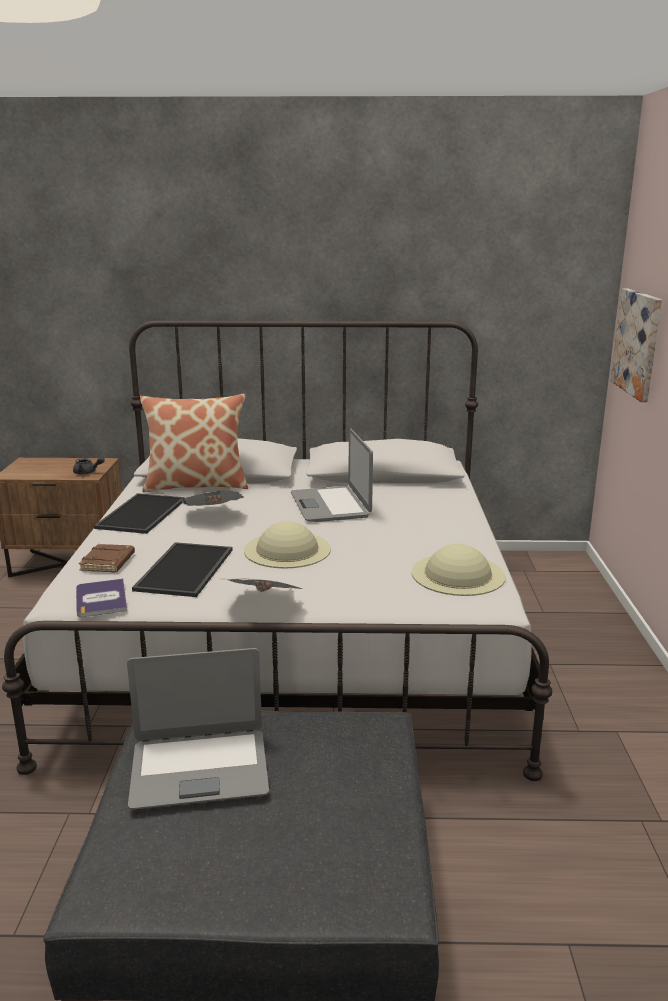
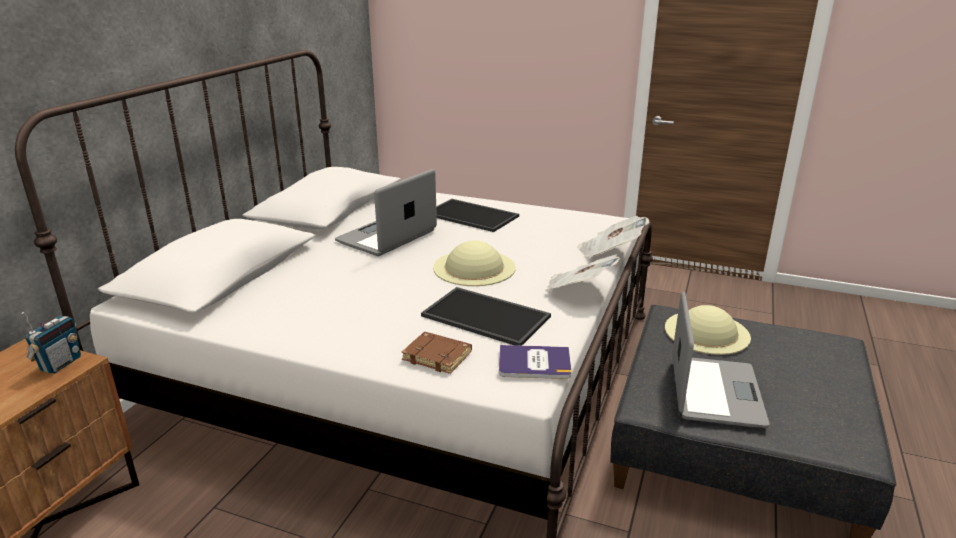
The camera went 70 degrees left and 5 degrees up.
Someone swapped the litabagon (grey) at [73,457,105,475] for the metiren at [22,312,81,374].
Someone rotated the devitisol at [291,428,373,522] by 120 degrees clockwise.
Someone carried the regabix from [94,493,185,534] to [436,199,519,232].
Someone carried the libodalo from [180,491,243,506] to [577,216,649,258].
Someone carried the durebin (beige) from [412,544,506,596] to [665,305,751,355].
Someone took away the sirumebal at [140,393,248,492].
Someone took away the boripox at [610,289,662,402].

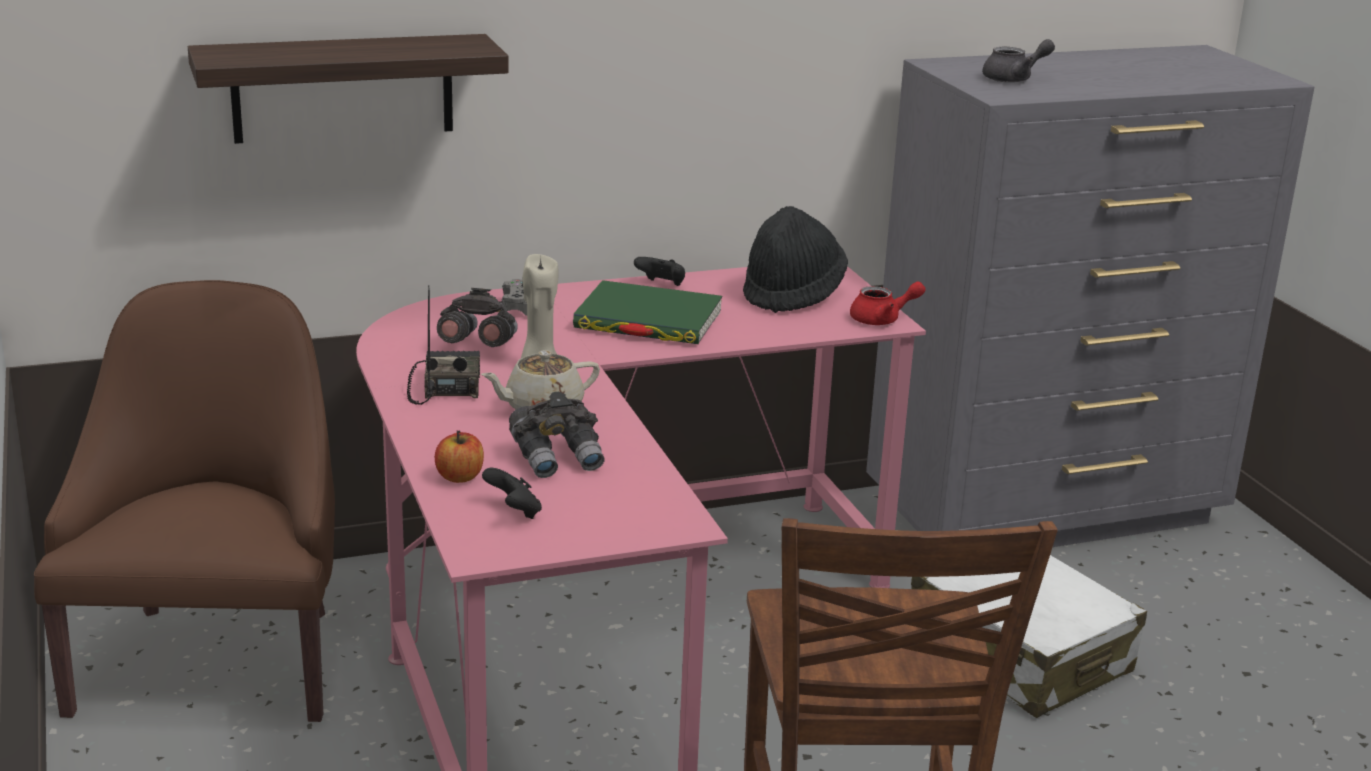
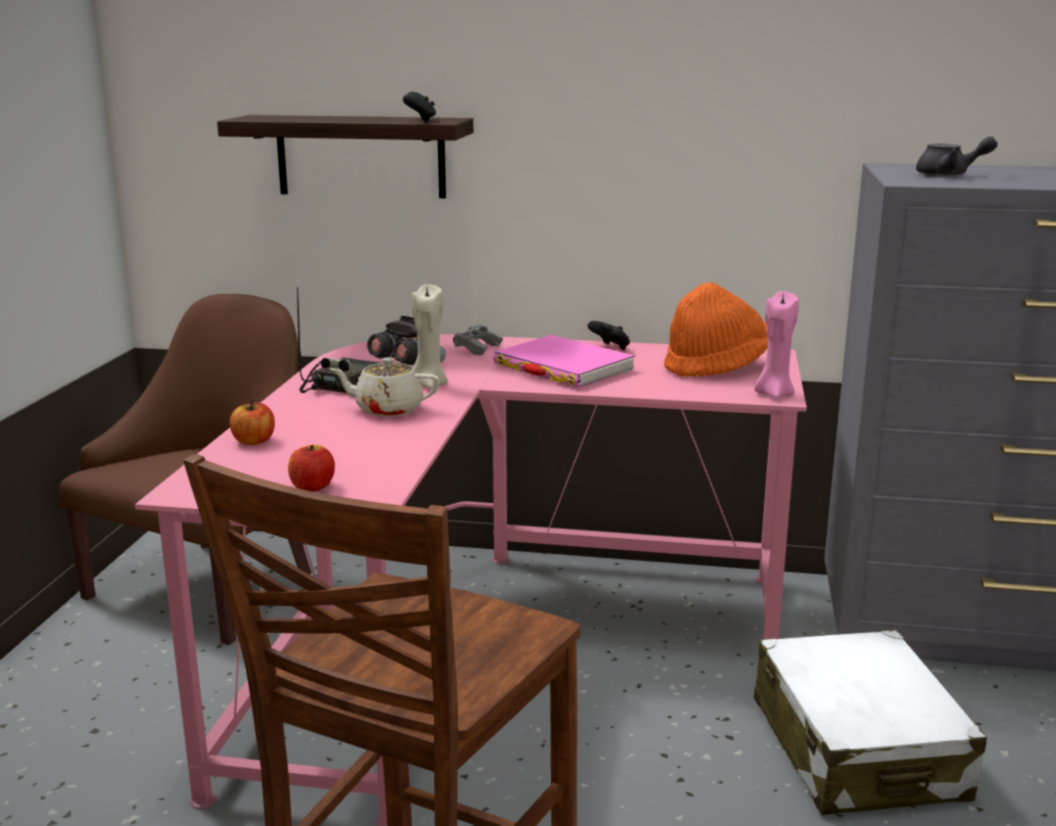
The camera went 30 degrees right and 5 degrees down.
Someone put down the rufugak at [288,445,335,492].
Someone carried the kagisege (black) from [482,468,542,519] to [403,92,436,122].
Someone repainted the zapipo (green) at [573,280,722,344], which became the zapipo (pink) at [493,335,635,387].
Someone repainted the durebin (black) at [743,206,848,313], which became the durebin (orange) at [664,282,768,377].
Someone swapped the litabagon (red) at [850,281,926,325] for the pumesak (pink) at [754,291,799,398].
Someone took away the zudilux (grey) at [509,391,605,478].

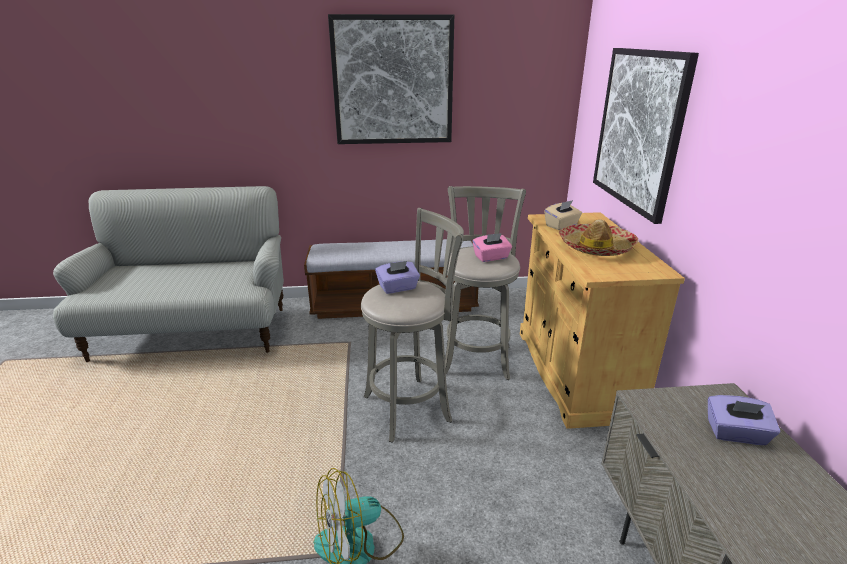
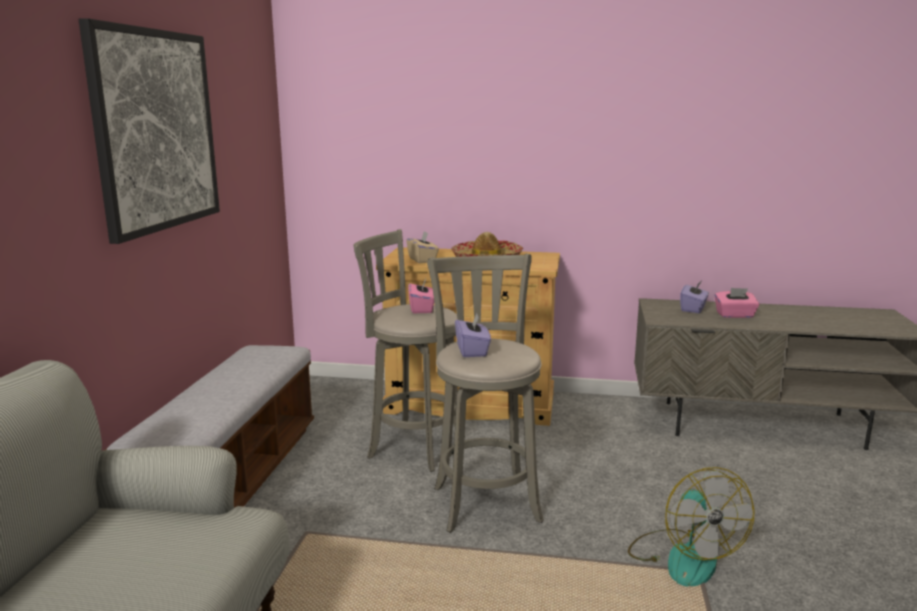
The camera went 75 degrees left and 10 degrees down.
Someone put down the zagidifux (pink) at [715,288,759,318].
Someone took away the boripox at [593,48,699,224].

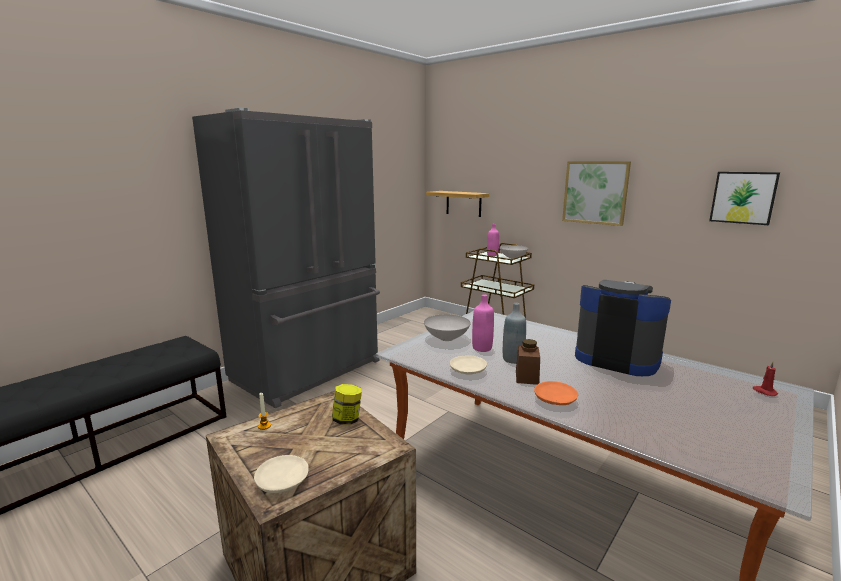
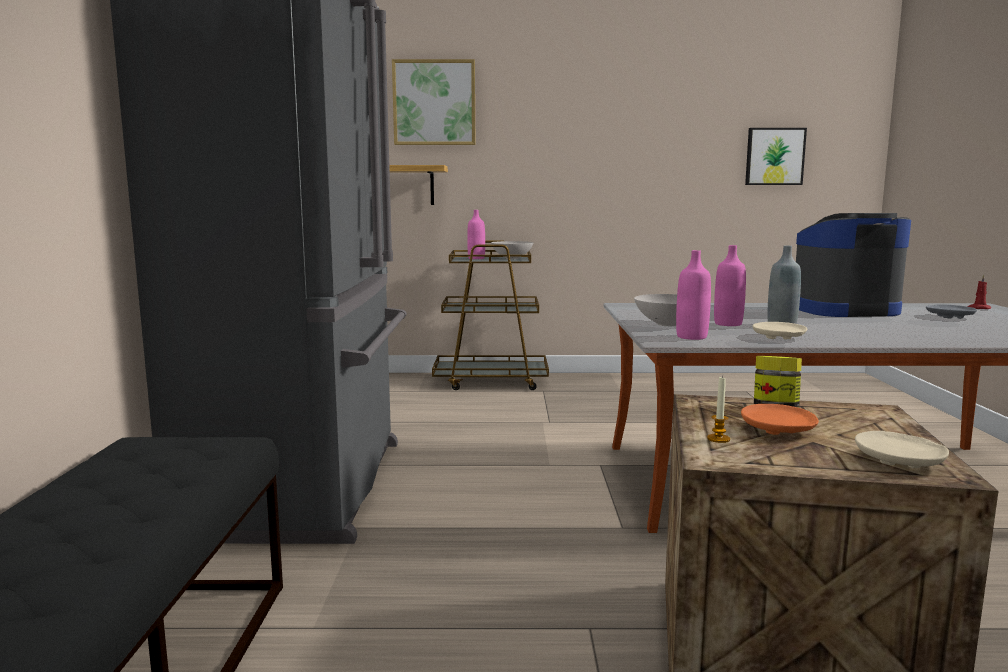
The camera went 40 degrees left and 5 degrees down.
Someone carried the boripox from [562,161,631,226] to [392,59,475,145].
Someone put down the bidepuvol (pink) at [676,250,711,340].
Someone carried the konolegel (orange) from [534,381,578,405] to [741,404,819,435].
Someone put down the konolegel (grey) at [926,304,977,319].
Someone took away the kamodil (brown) at [516,339,540,385].

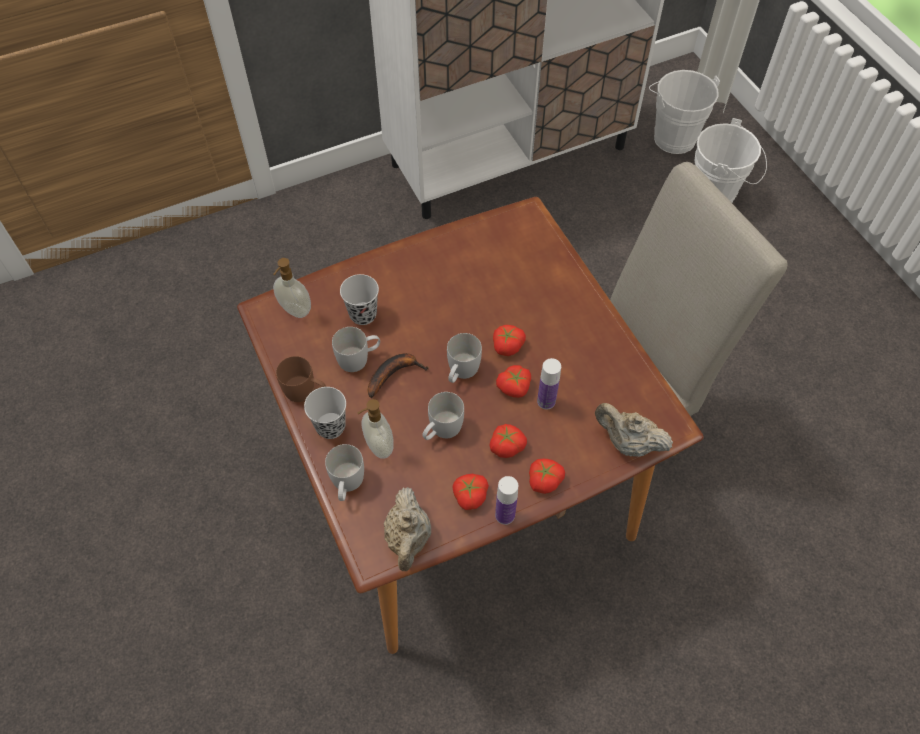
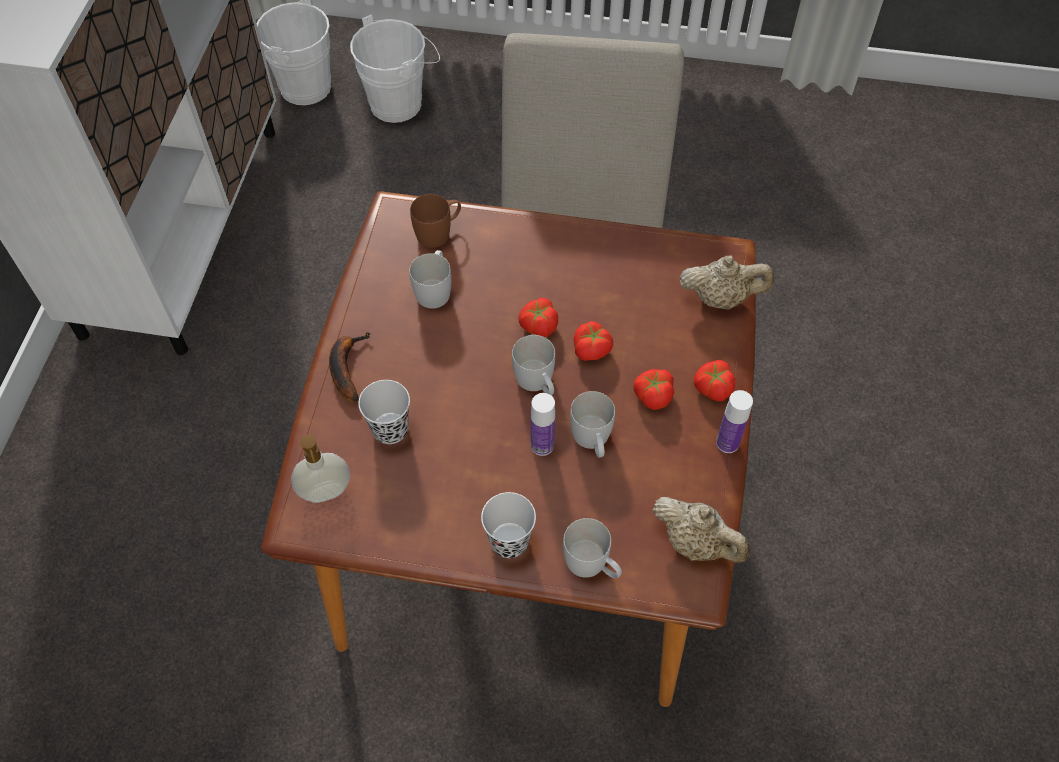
The camera went 55 degrees left and 0 degrees up.
Someone carried the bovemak from [368,353,429,398] to [329,332,370,402].
Someone carried the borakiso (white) from [332,327,380,372] to [409,250,451,309].
Someone carried the borakiso (brown) from [276,356,326,402] to [410,194,461,248].
Someone carried the bidepuvol from [537,358,561,410] to [531,393,555,456].
Someone rotated the litabagon (beige) at [595,403,673,457] by 150 degrees counterclockwise.
Someone took away the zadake at [357,399,394,459].
Someone took away the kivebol at [452,474,489,510].

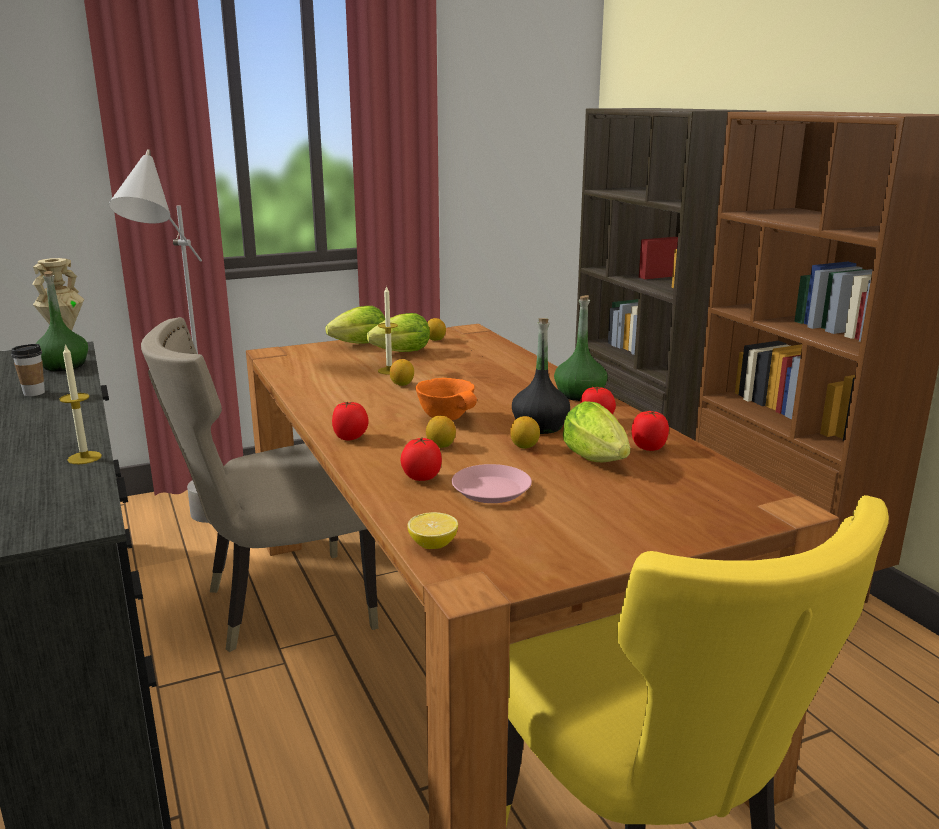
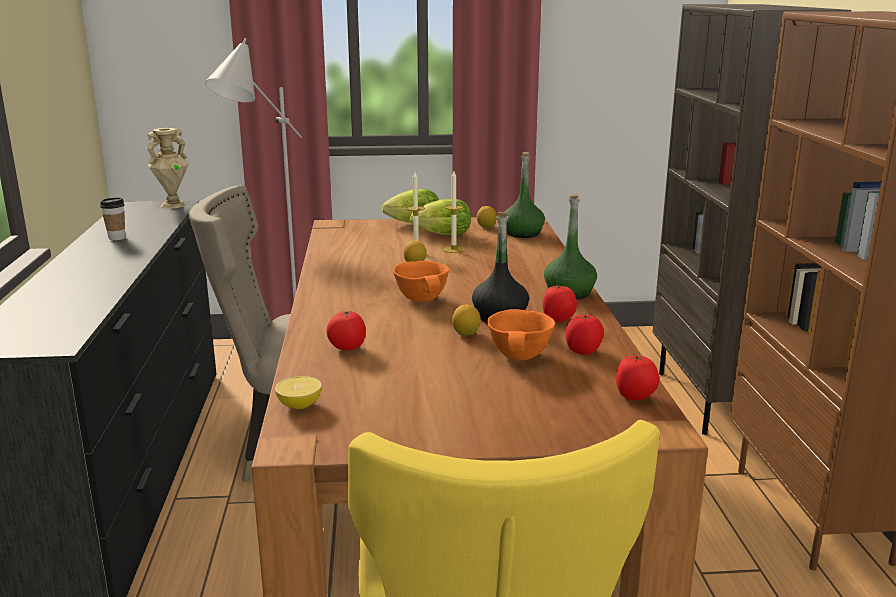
The camera went 20 degrees right and 0 degrees up.
Someone carried the pumesak from [59,344,102,464] to [443,171,464,253].
Someone swapped the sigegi at [563,401,630,462] for the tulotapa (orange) at [487,309,555,360].
Someone carried the bidepuvol (green) from [36,271,88,371] to [504,152,545,238].
Someone carried the kivebol from [332,402,369,440] to [616,354,659,400].
Someone took away the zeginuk at [426,416,456,448].
Someone took away the konolegel (pink) at [452,464,532,503].

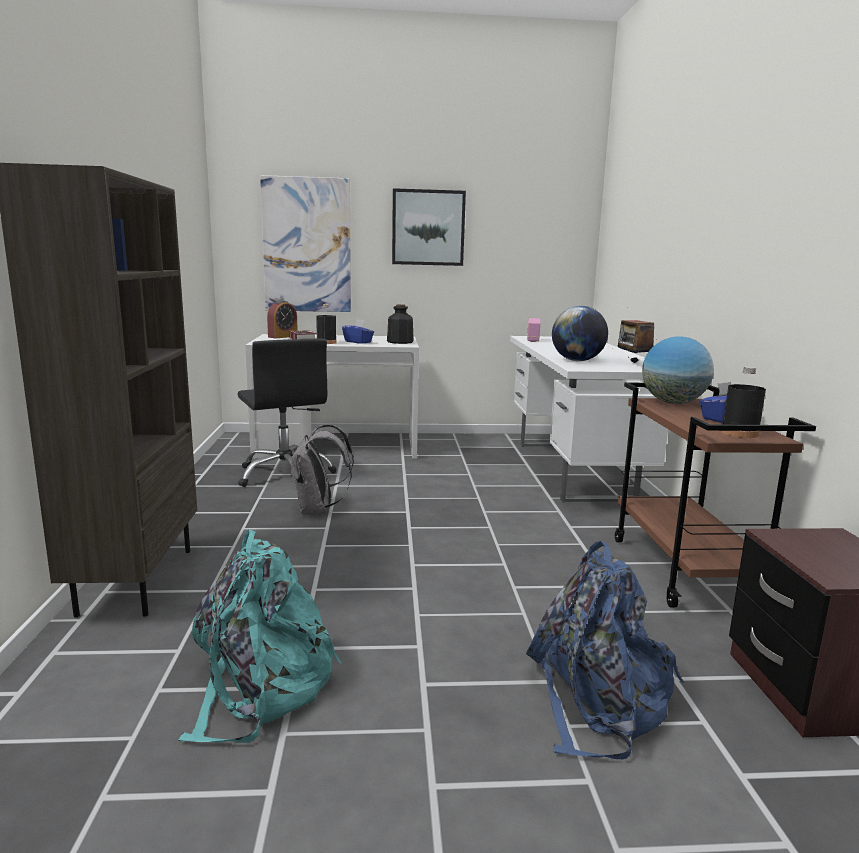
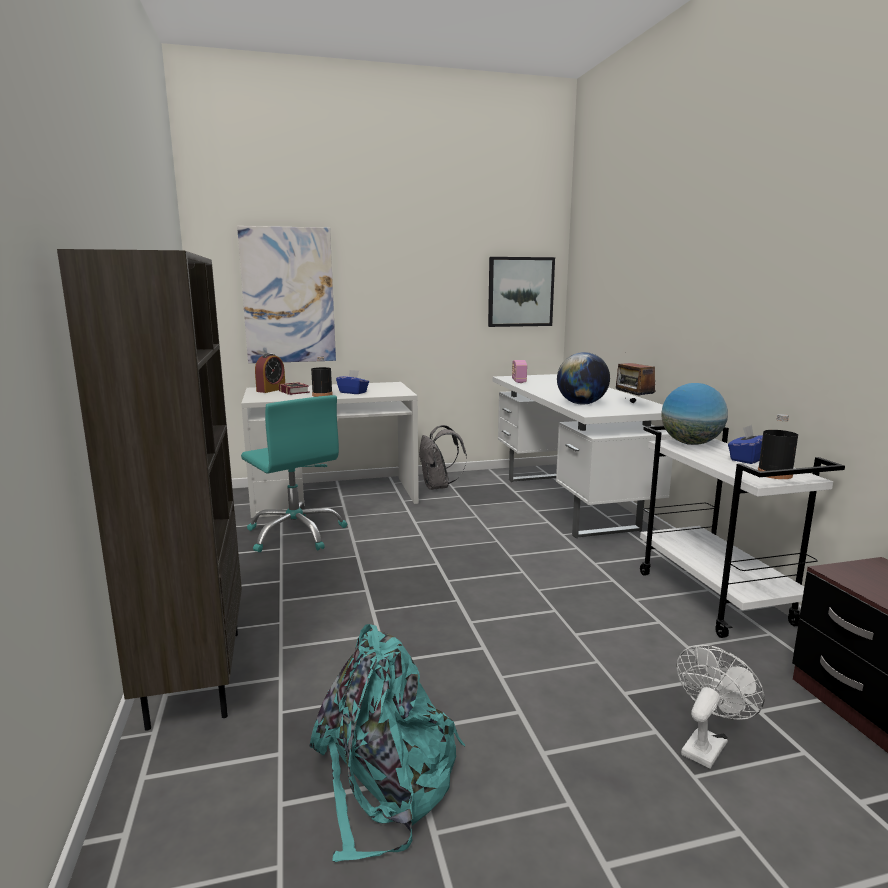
The camera went 10 degrees left and 0 degrees up.
Someone repainted the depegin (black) at [238,339,337,487], which became the depegin (turquoise) at [241,395,347,552].
Someone carried the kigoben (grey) from [290,424,354,514] to [419,425,467,490].
Someone carried the boripox from [392,188,466,266] to [488,257,555,327].
Someone repainted the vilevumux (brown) at [615,382,816,608], which became the vilevumux (white) at [640,426,845,638].
Someone swapped the kigoben (blue) at [526,541,684,759] for the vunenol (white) at [676,645,765,769].
Someone took away the bidepuvol at [387,304,414,344].

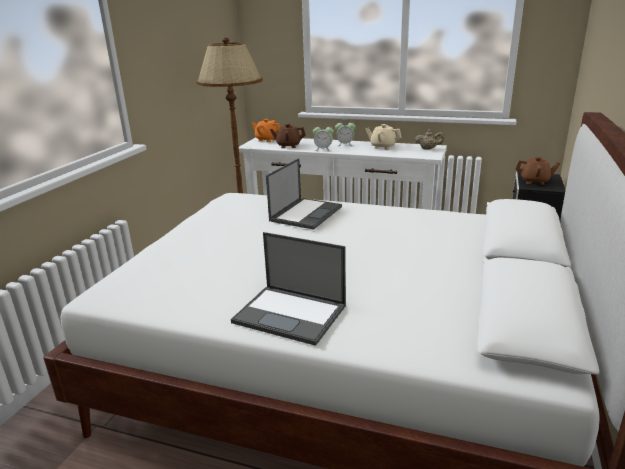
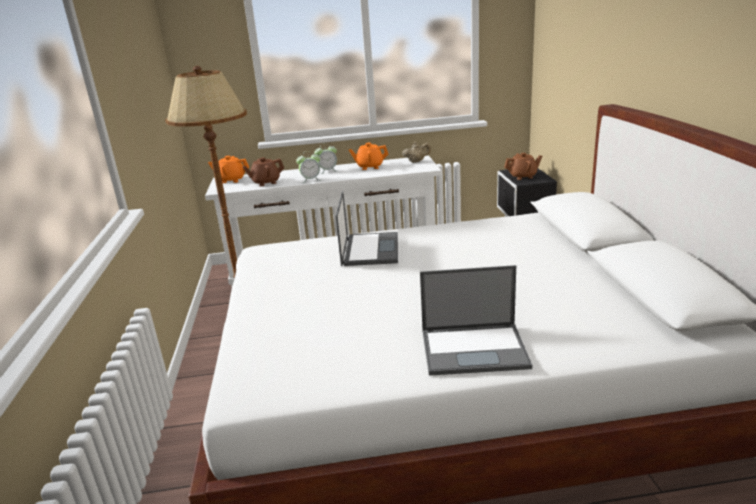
The camera went 25 degrees left and 0 degrees up.
Someone repainted the litabagon (beige) at [365,124,401,150], which became the litabagon (orange) at [349,143,389,170].

